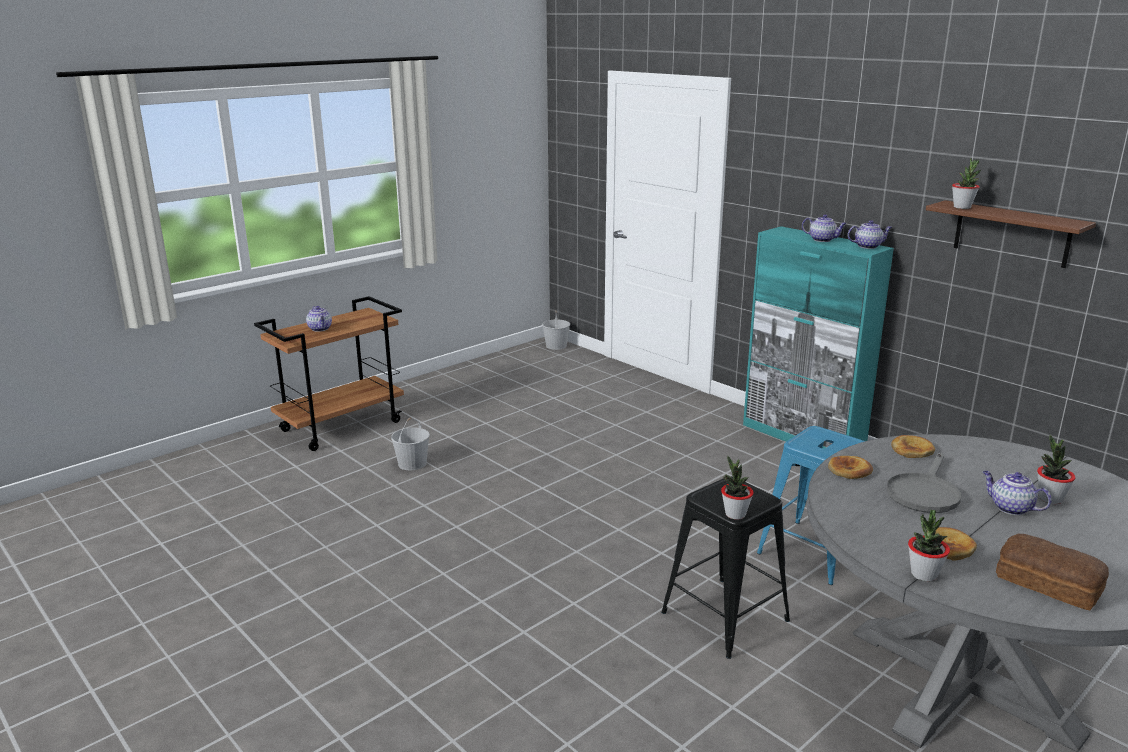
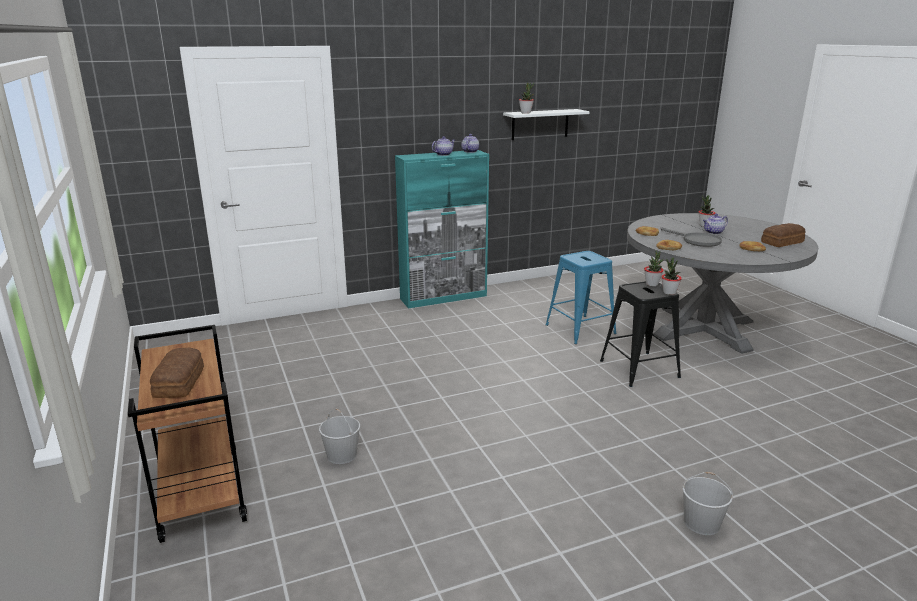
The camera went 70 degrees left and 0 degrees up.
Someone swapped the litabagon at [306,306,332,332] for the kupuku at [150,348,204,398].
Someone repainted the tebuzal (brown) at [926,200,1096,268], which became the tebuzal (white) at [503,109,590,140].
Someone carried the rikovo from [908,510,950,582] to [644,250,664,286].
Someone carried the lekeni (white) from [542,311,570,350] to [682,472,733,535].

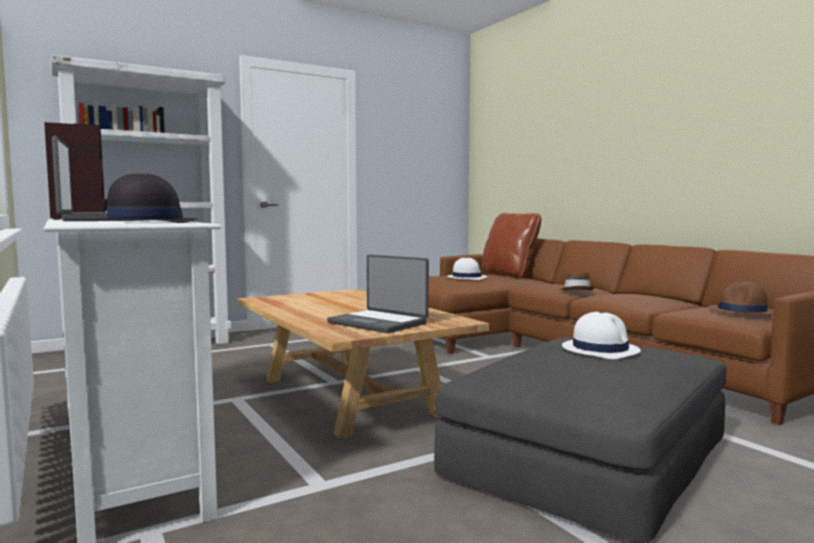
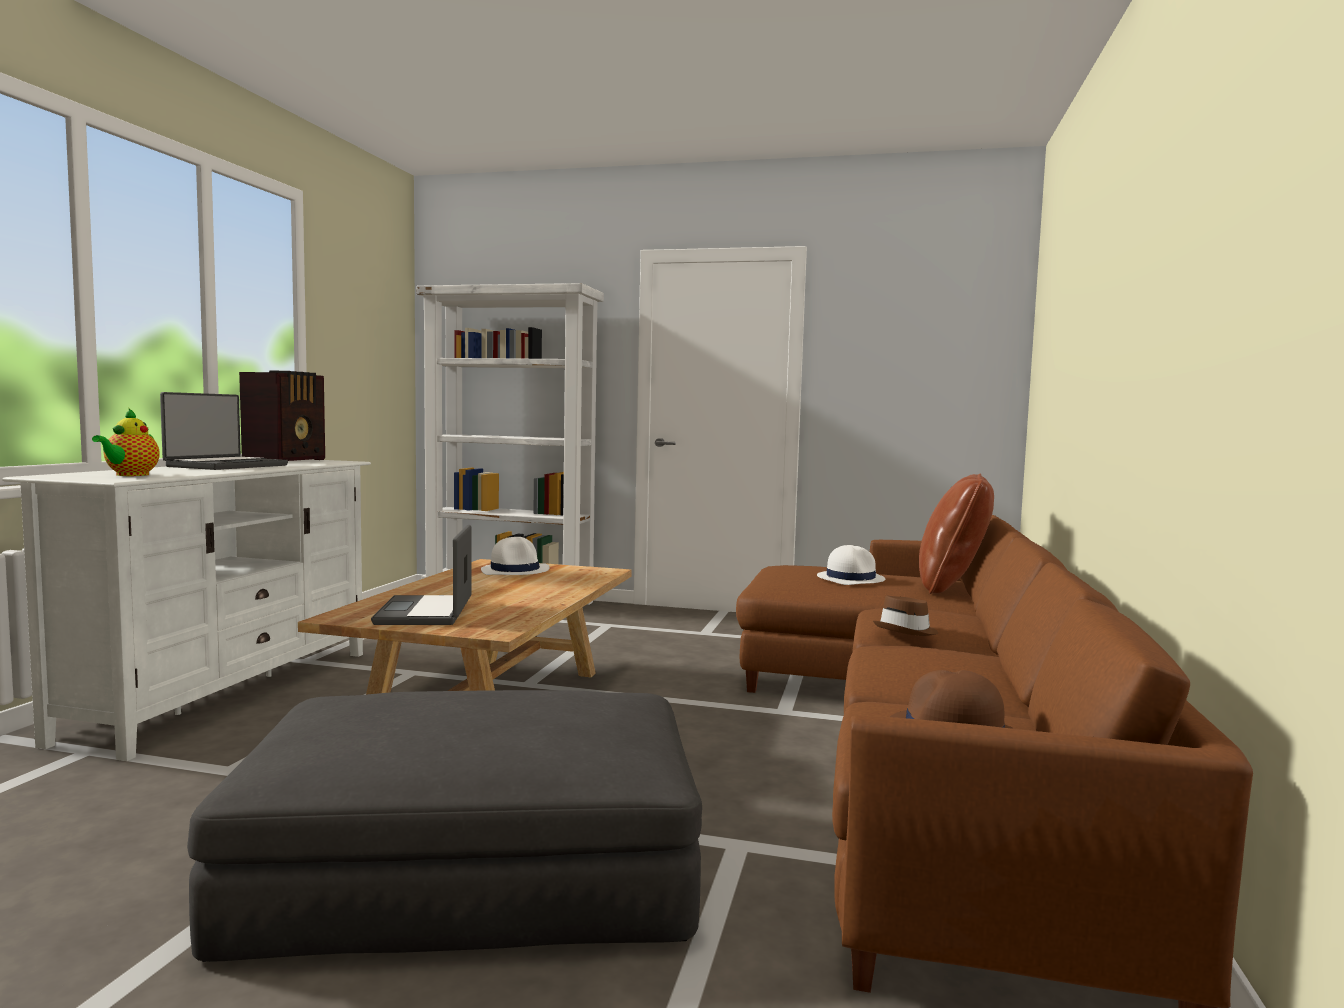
The camera went 45 degrees right and 0 degrees up.
Someone swapped the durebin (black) at [91,174,196,223] for the litabagon at [92,408,160,476].
Someone carried the durebin (white) from [562,312,641,359] to [481,537,550,575].

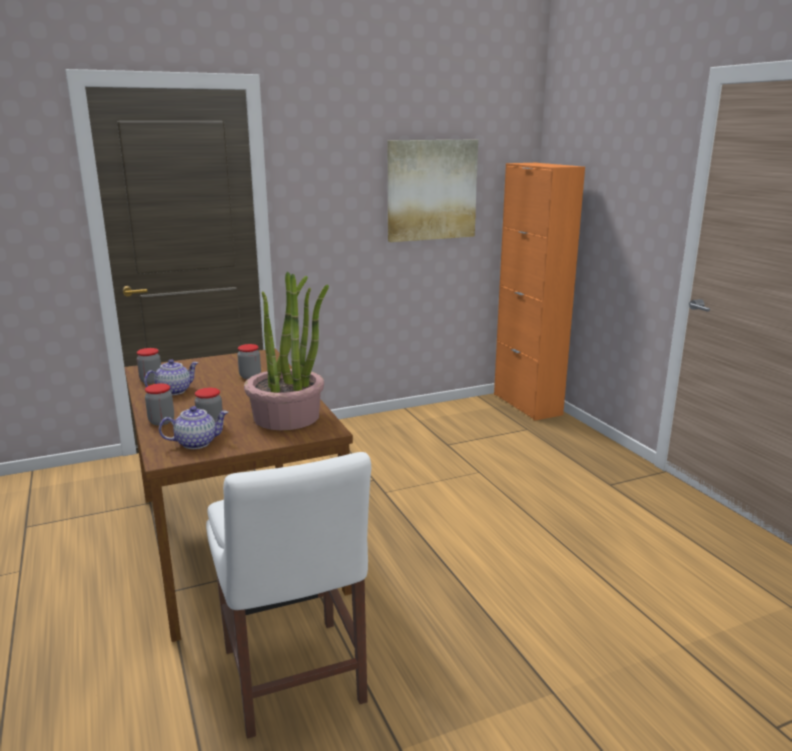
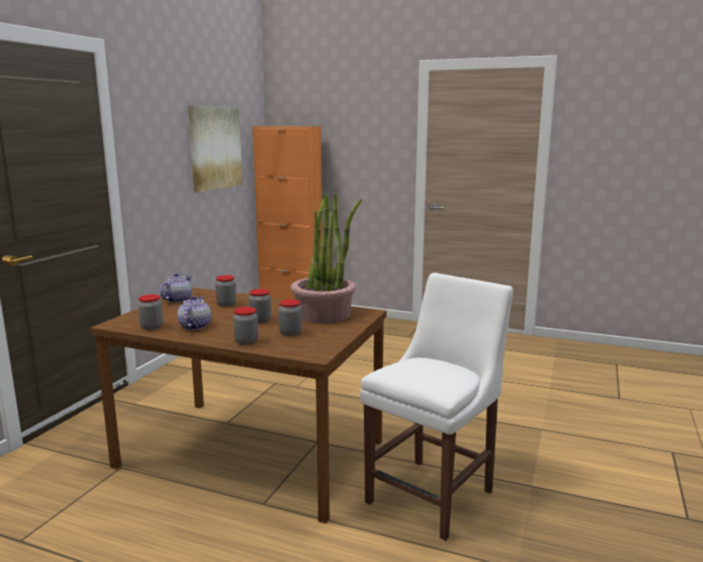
The camera went 45 degrees left and 5 degrees down.
Someone carried the litabagon from [159,406,229,449] to [160,273,192,303].
Someone put down the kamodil at [249,289,271,323].
Someone rotated the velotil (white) at [206,452,371,739] by 75 degrees counterclockwise.

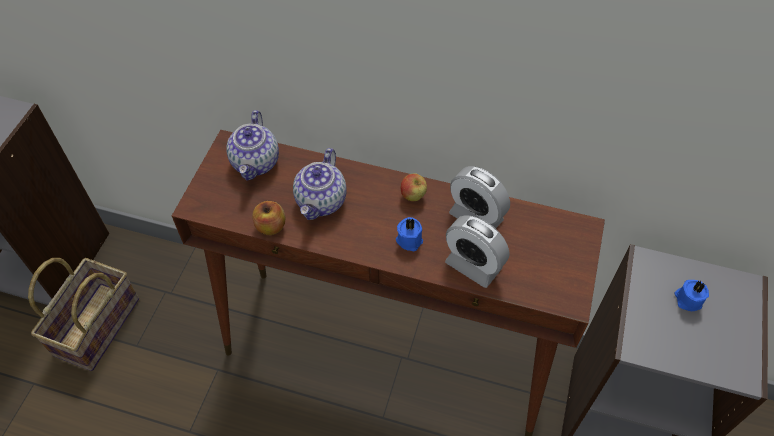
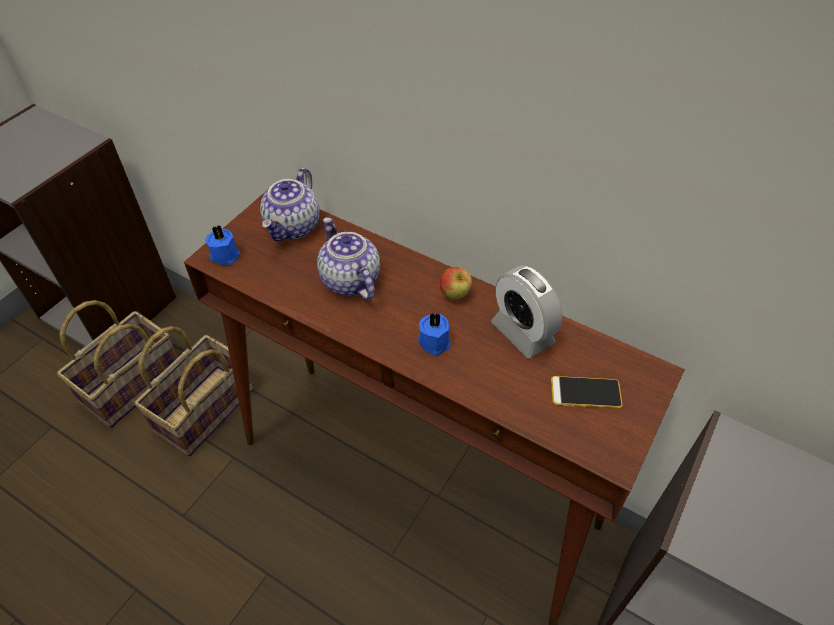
The camera went 15 degrees right and 5 degrees down.
Someone put down the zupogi at [134,326,253,456].
Someone carried the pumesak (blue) from [674,280,709,311] to [205,226,240,265].
Someone rotated the litabagon at [293,148,347,220] by 120 degrees clockwise.
Someone put down the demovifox at [551,376,623,409].
Someone took away the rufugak at [252,201,285,235].
Someone took away the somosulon at [445,215,509,288].

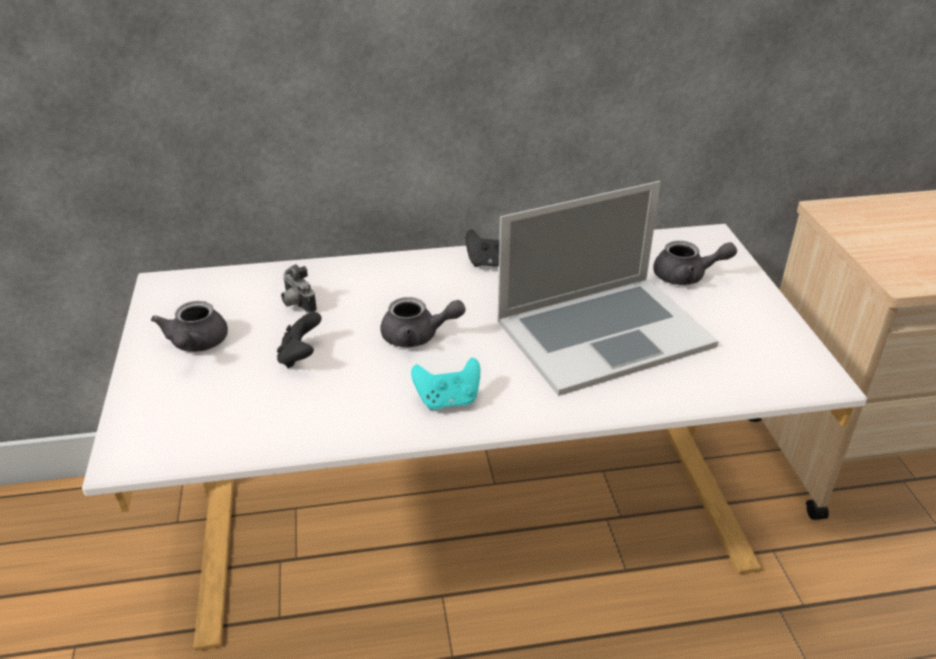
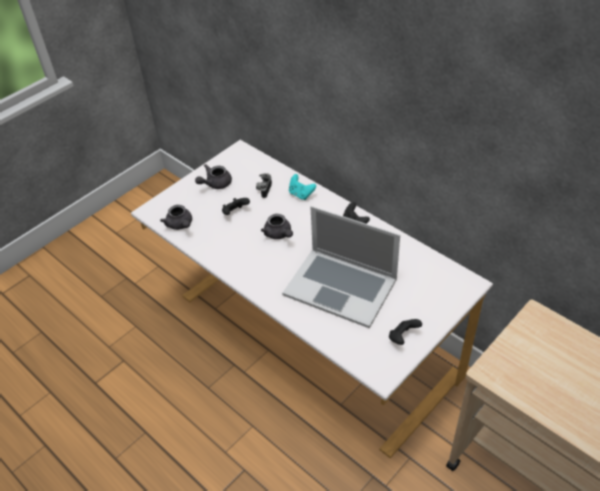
The camera went 55 degrees right and 10 degrees up.
Someone carried the litabagon (grey) from [653,241,737,285] to [160,205,192,230].
Someone carried the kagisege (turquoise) from [411,358,480,410] to [289,174,316,200].
Someone put down the kagisege (black) at [389,319,422,345].

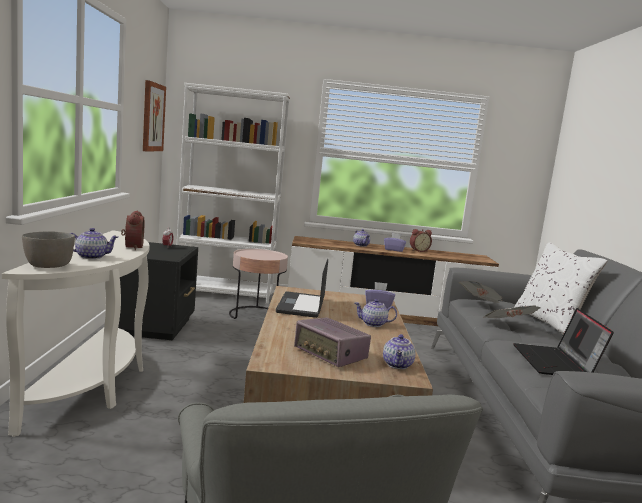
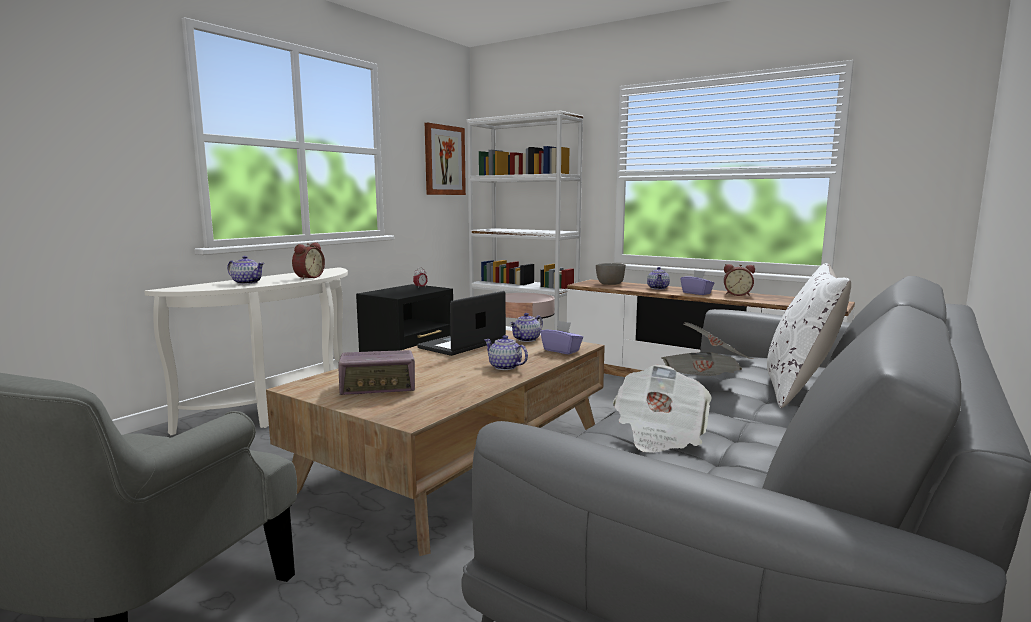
The camera went 35 degrees right and 0 degrees up.
Someone rotated the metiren at [294,317,371,367] by 90 degrees counterclockwise.
Someone carried the litabagon from [383,334,416,369] to [510,313,543,342].
Someone carried the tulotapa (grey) from [22,231,75,268] to [596,263,626,285].
Someone swapped the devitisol at [513,308,614,375] for the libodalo at [613,365,712,453].

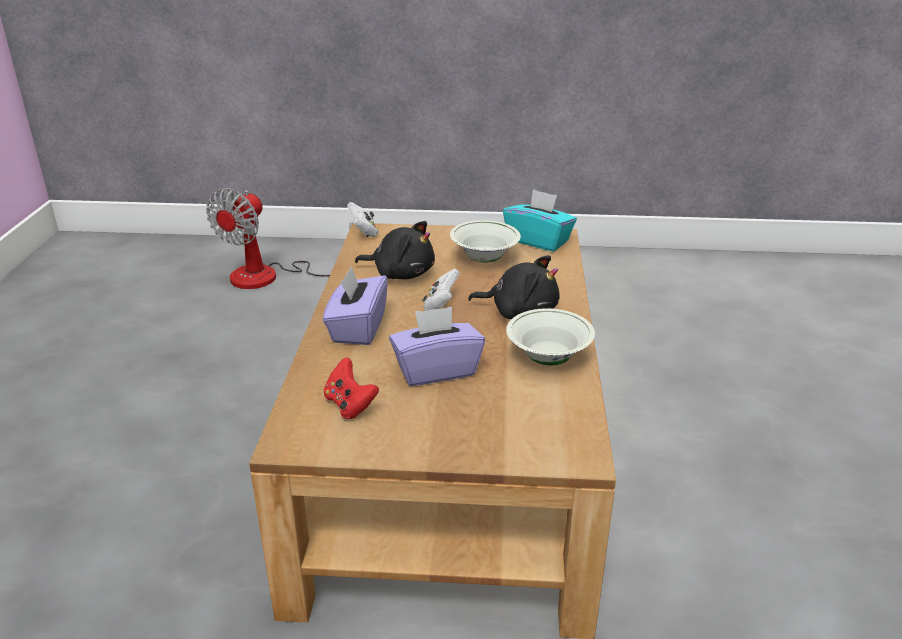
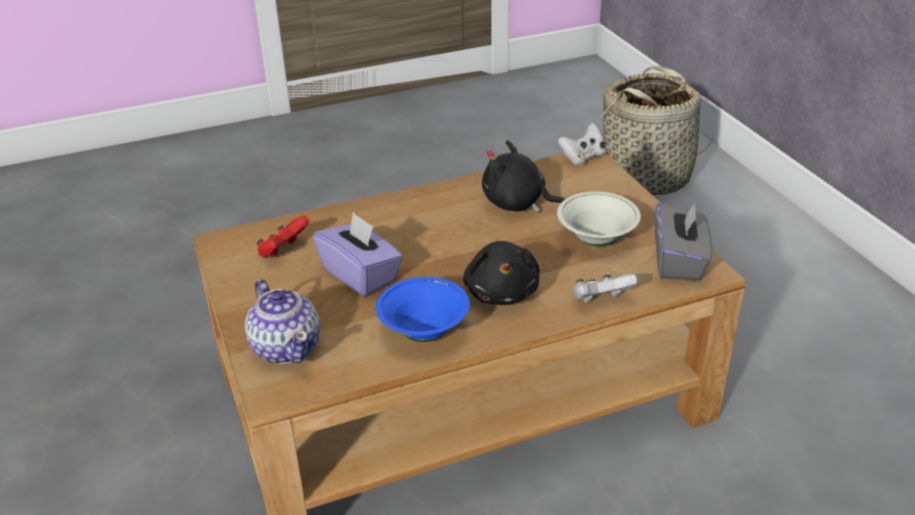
The camera went 65 degrees right and 5 degrees up.
Someone put down the litabagon at [245,280,320,364].
Someone repainted the tulotapa (white) at [506,308,595,365], which became the tulotapa (blue) at [376,277,470,342].
Someone rotated the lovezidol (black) at [355,221,435,279] by 120 degrees clockwise.
Someone carried the kagisege (white) from [422,269,460,311] to [574,274,638,303].
Someone swapped the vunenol at [206,188,352,289] for the zupogi at [601,66,718,195].
Someone repainted the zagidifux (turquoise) at [503,189,577,252], which became the zagidifux (grey) at [655,200,713,280].
Someone took away the zagidifux (purple) at [323,266,388,345].

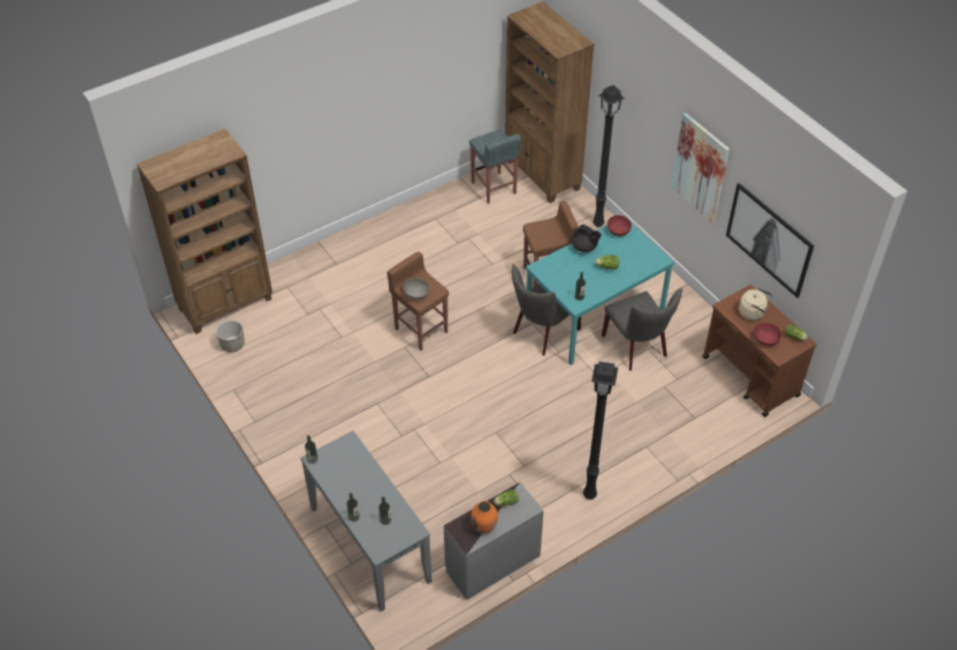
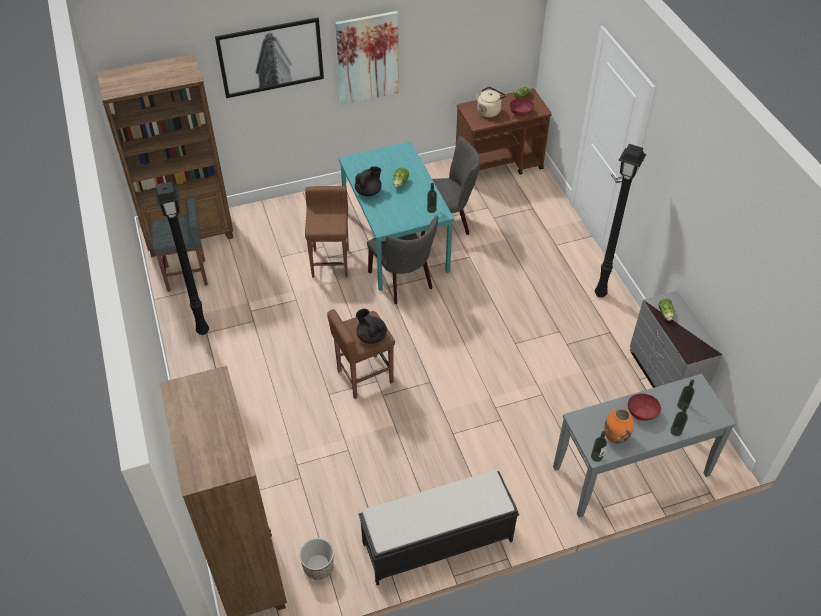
The camera went 75 degrees left and 0 degrees up.
Someone carried the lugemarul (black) from [593,85,625,227] to [154,182,209,335].
Someone carried the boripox from [726,183,814,298] to [215,17,324,98].
Someone swapped the tulotapa (grey) at [403,279,429,300] for the litabagon (black) at [356,309,387,344].
Someone put down the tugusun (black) at [358,470,519,585].
Someone carried the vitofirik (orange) from [471,501,498,534] to [604,409,634,444].
Someone carried the tulotapa (red) from [607,215,632,236] to [628,393,661,421].

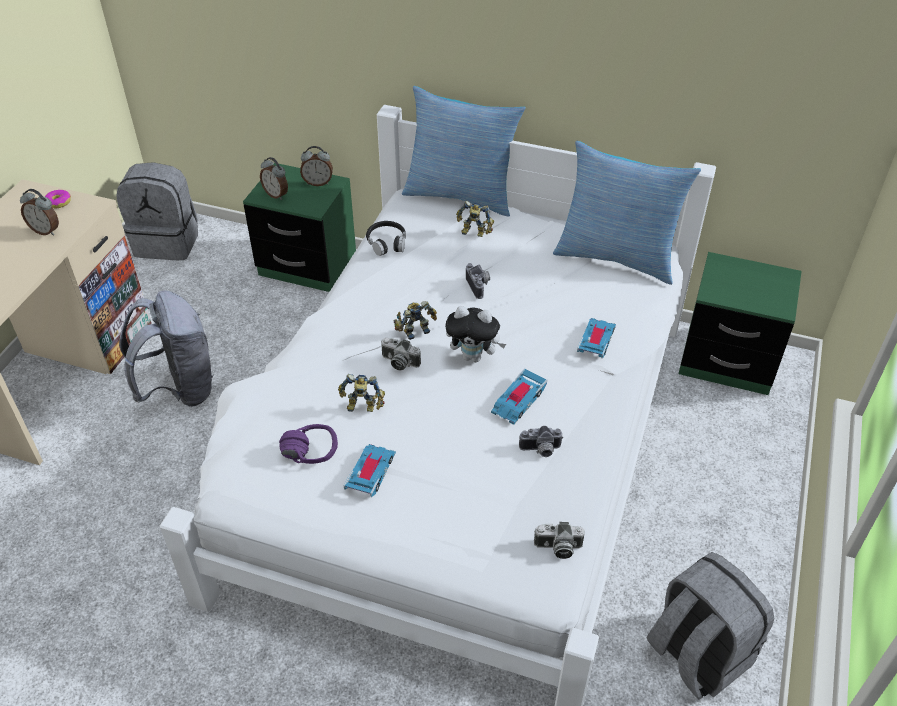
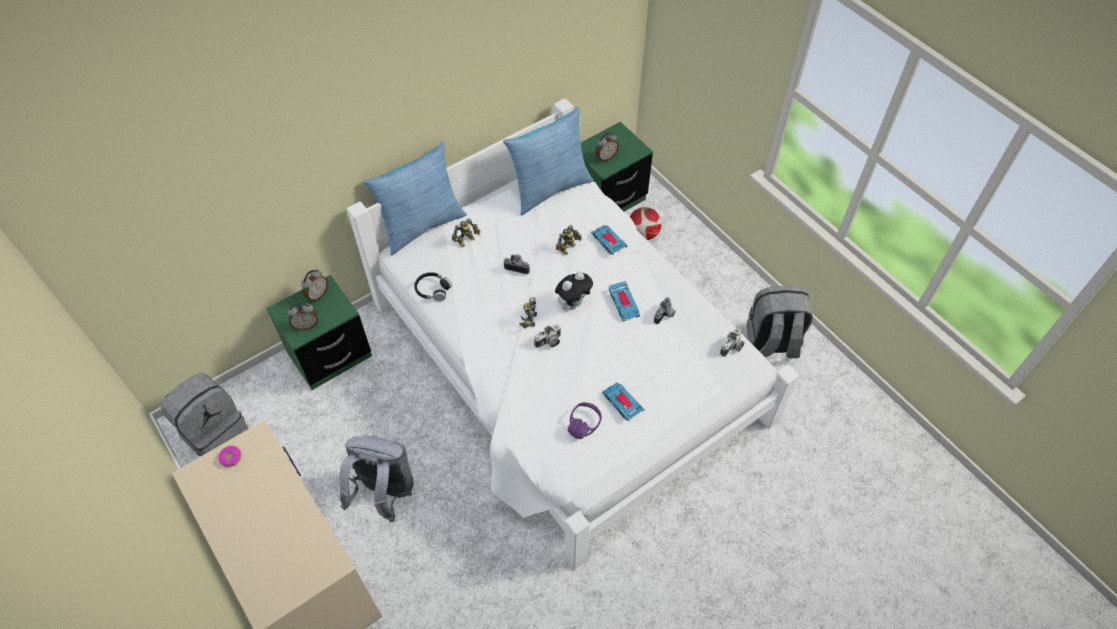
The camera went 55 degrees left and 10 degrees up.
Someone carried the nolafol from [338,374,385,412] to [556,225,582,255].
Someone carried the somosulon from [20,189,59,236] to [595,132,619,161].
Someone put down the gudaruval at [630,207,662,240].

